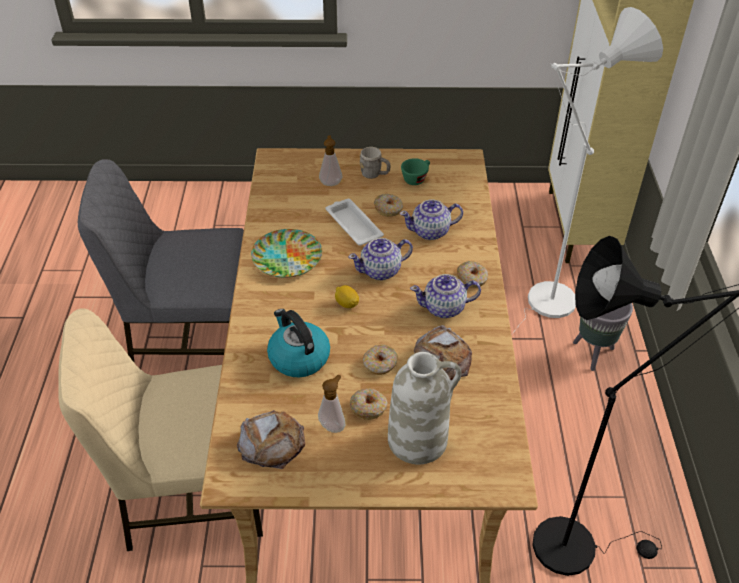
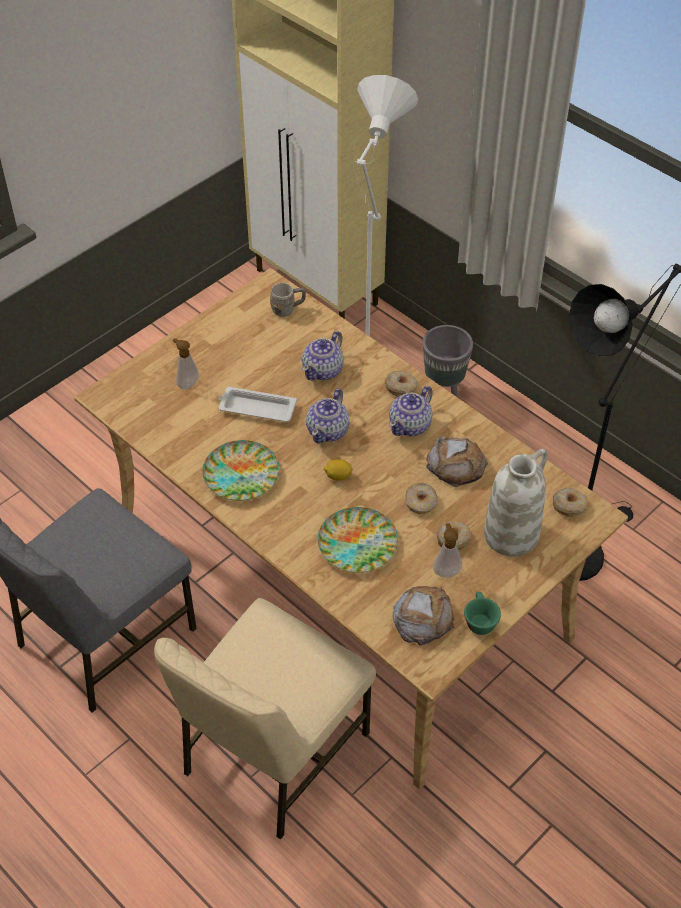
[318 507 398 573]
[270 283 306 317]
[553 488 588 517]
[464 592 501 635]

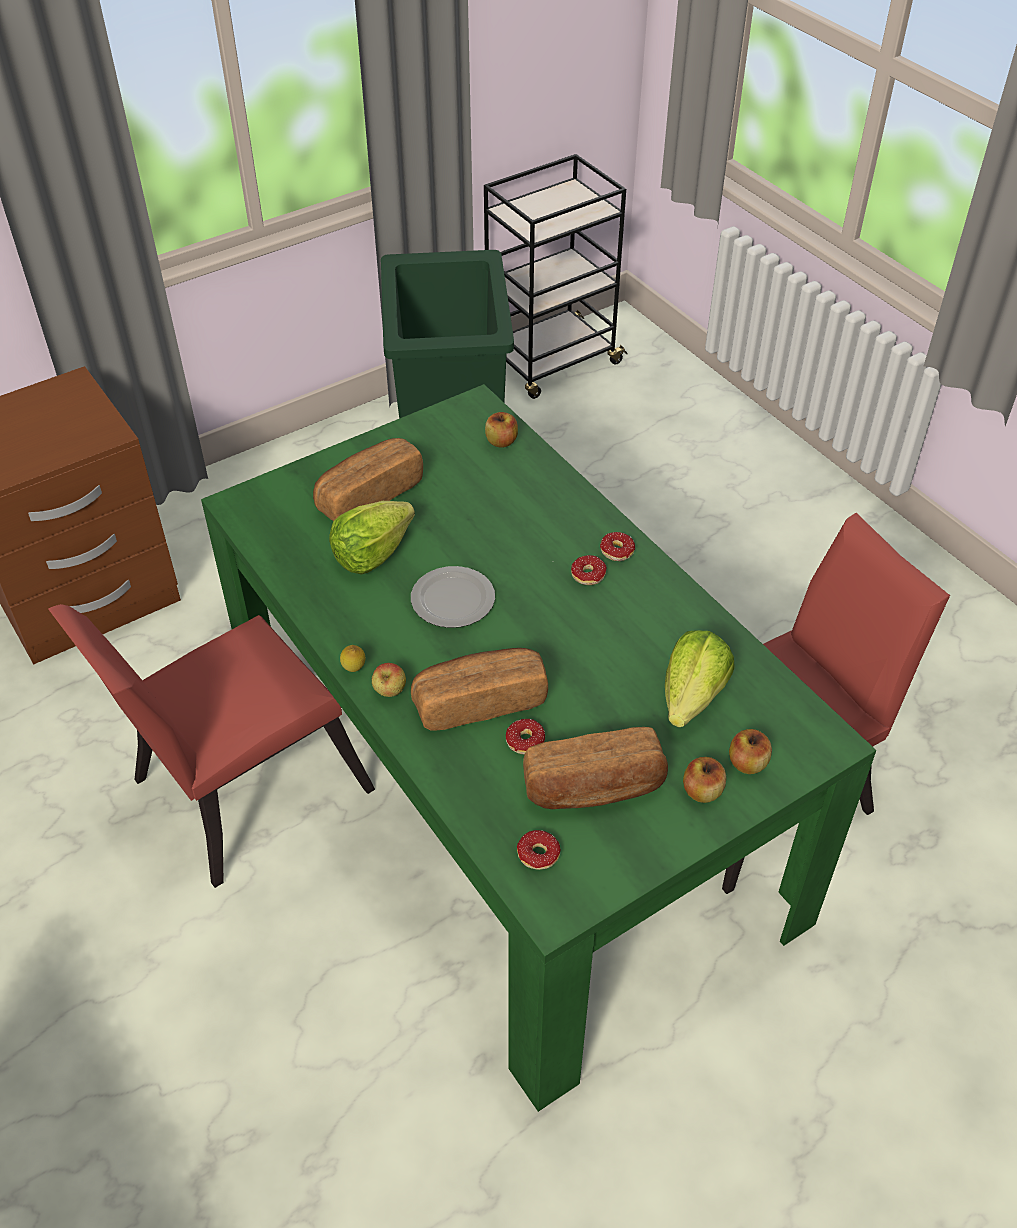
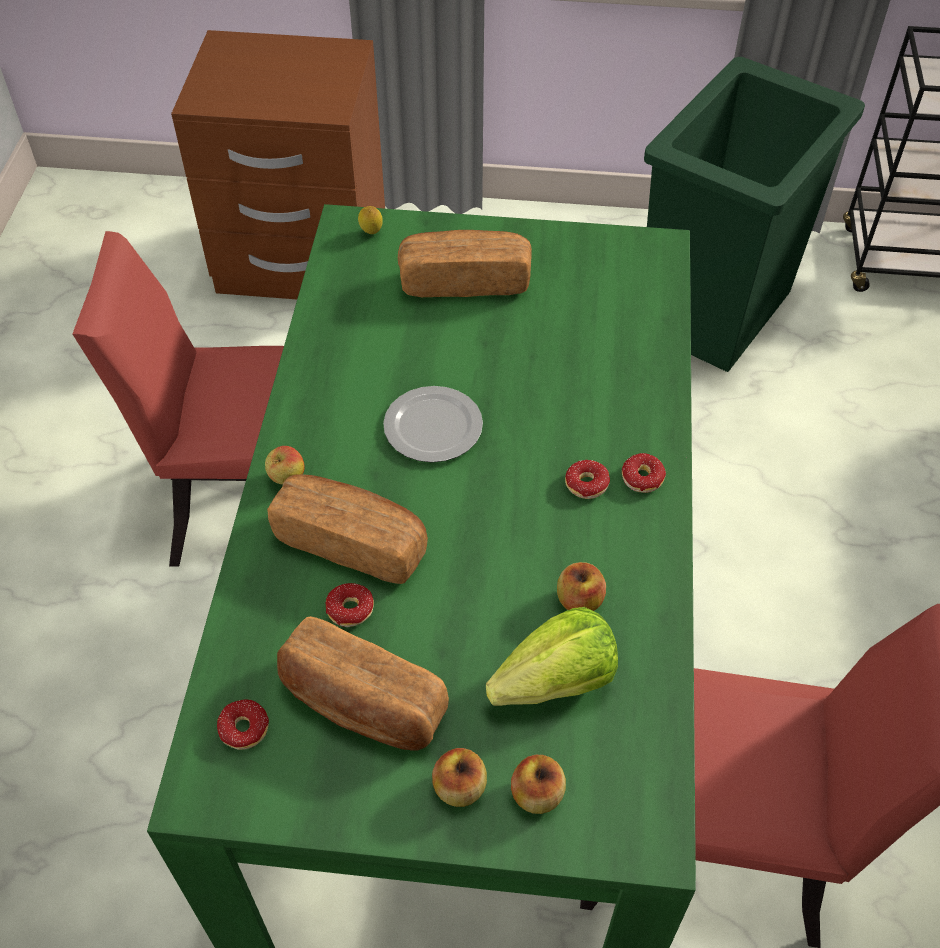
[329 501 415 575] (first image)
[358 206 383 234]
[557 562 606 611]

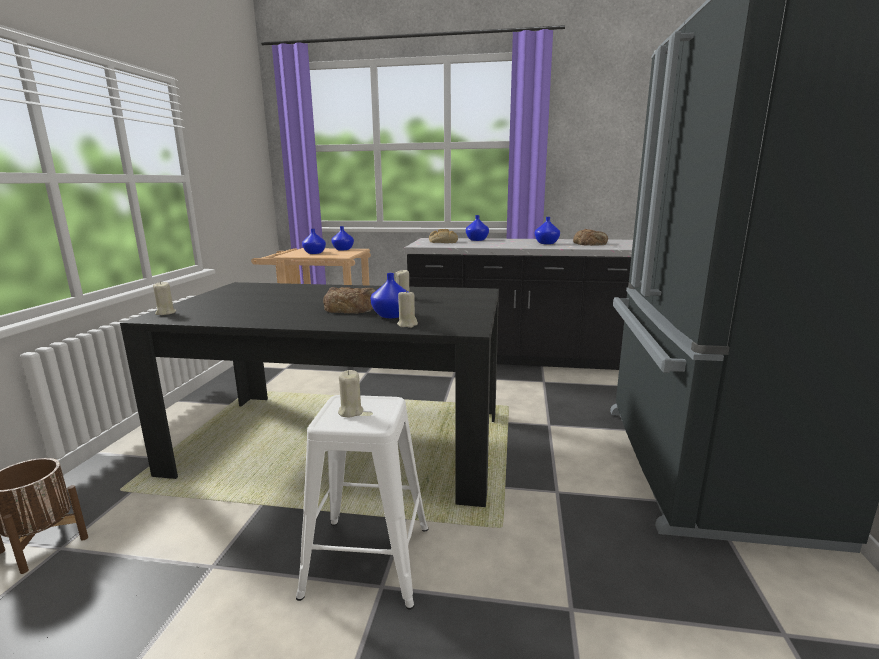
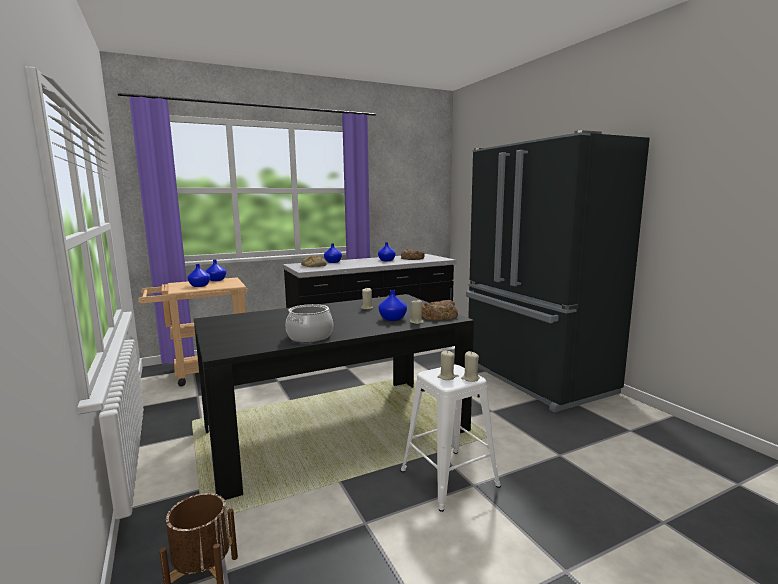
[461 351 480 382]
[422 300 458 321]
[286 304 333 342]

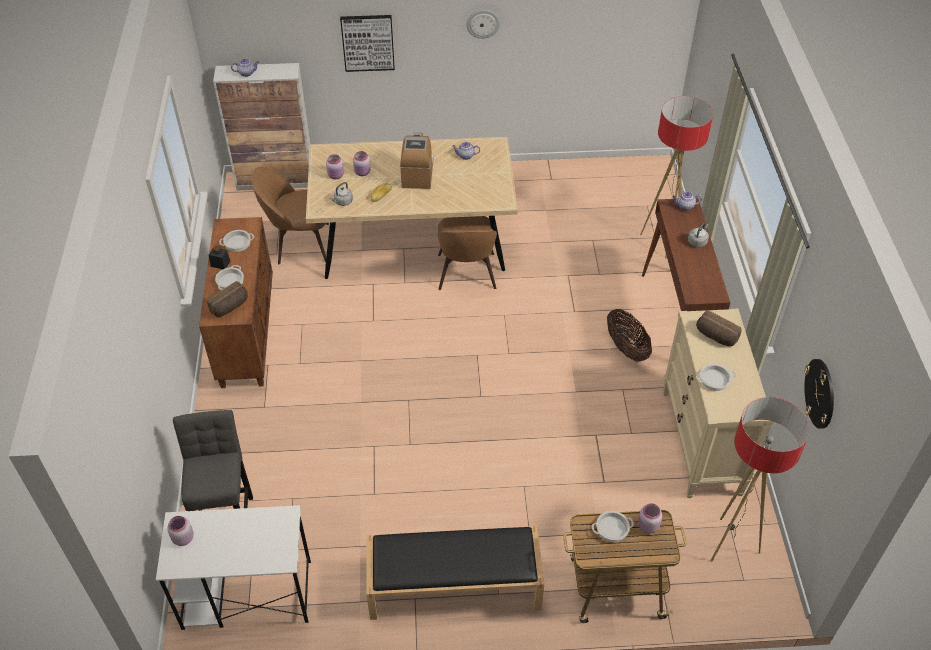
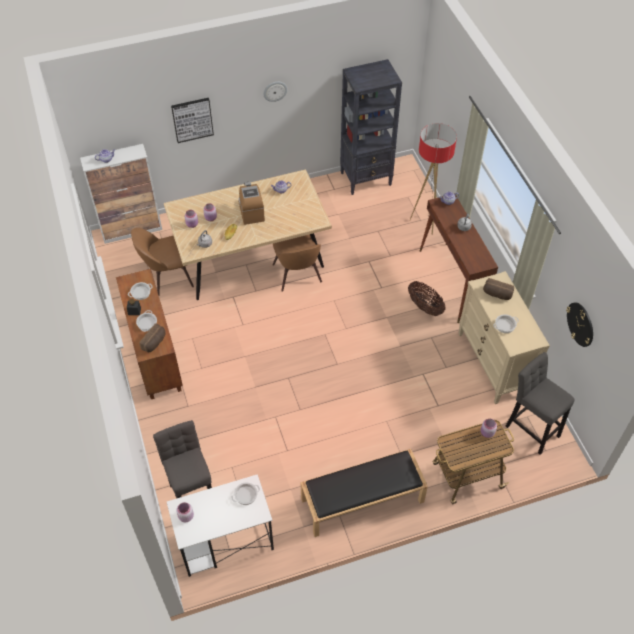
[231 482 260 505]
[506 352 574 455]
[340 59 402 195]

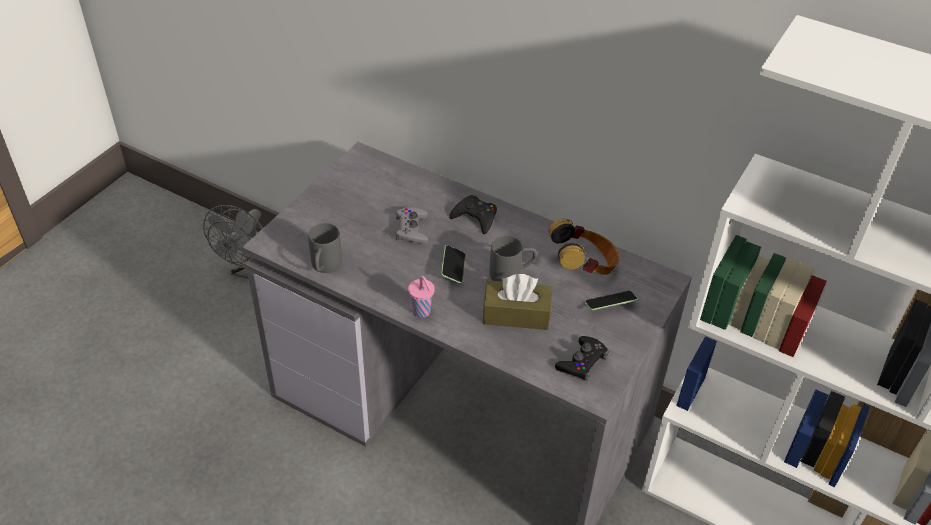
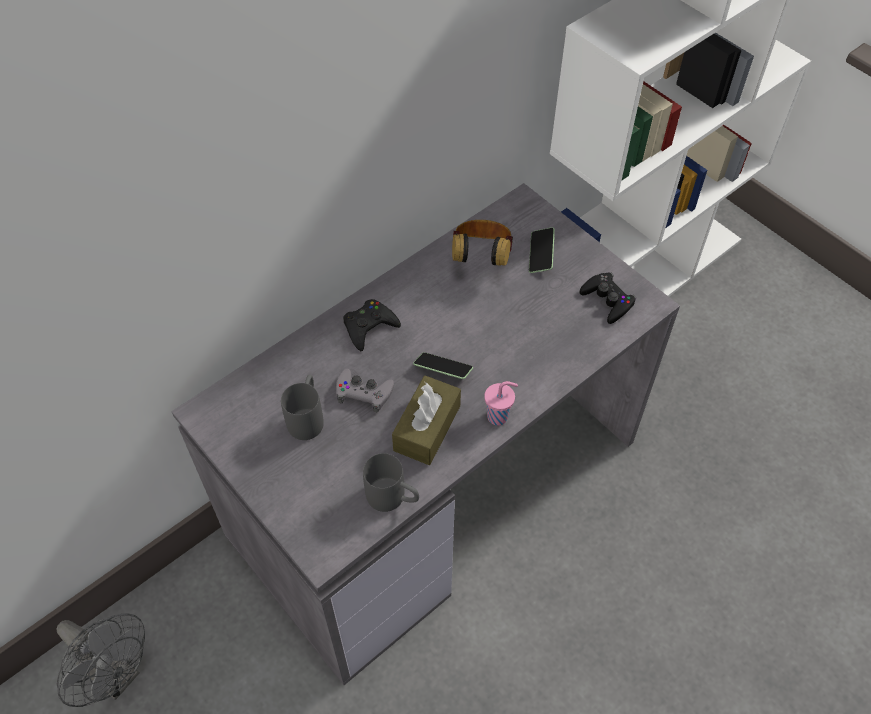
[392 376 461 465]
[281 375 324 440]

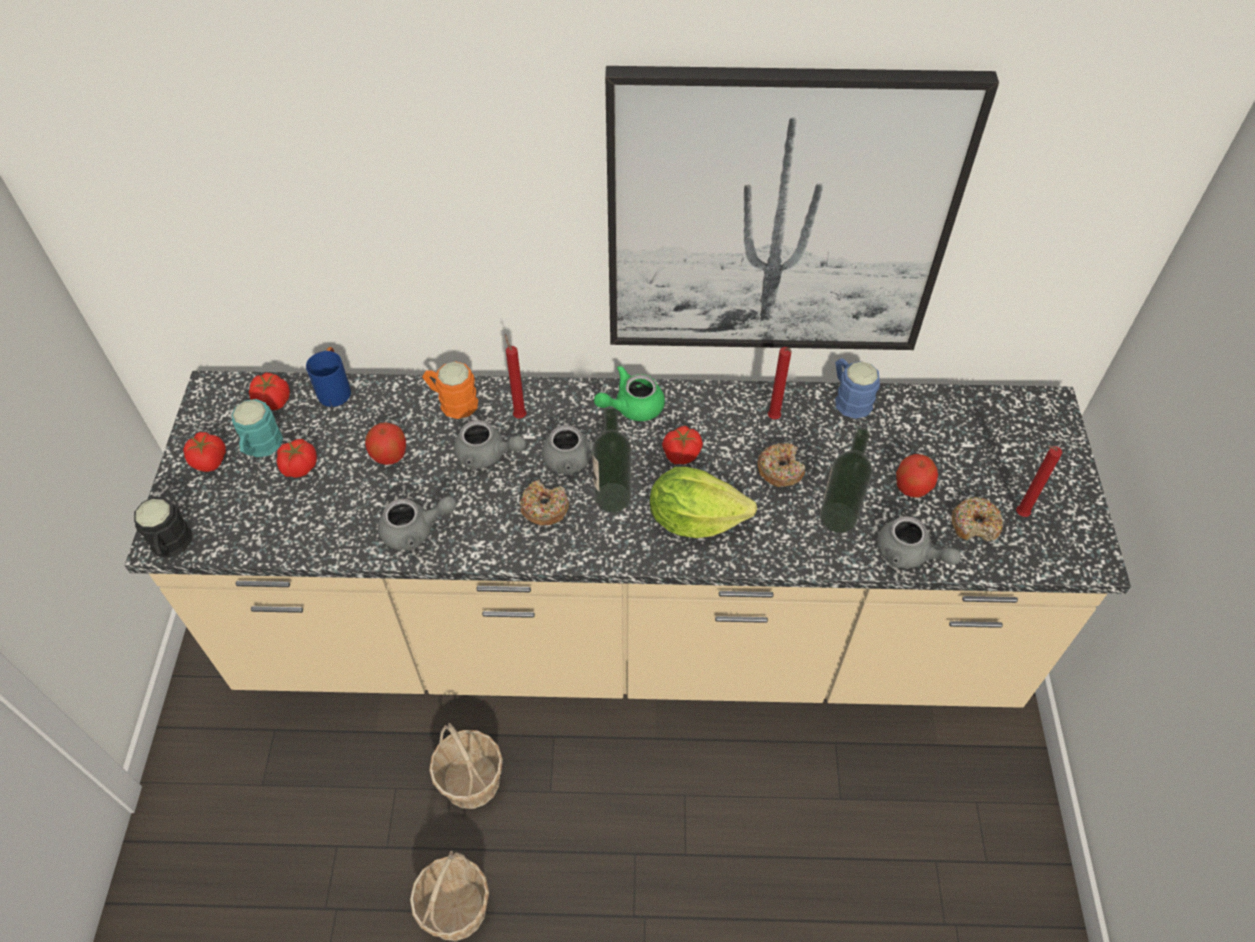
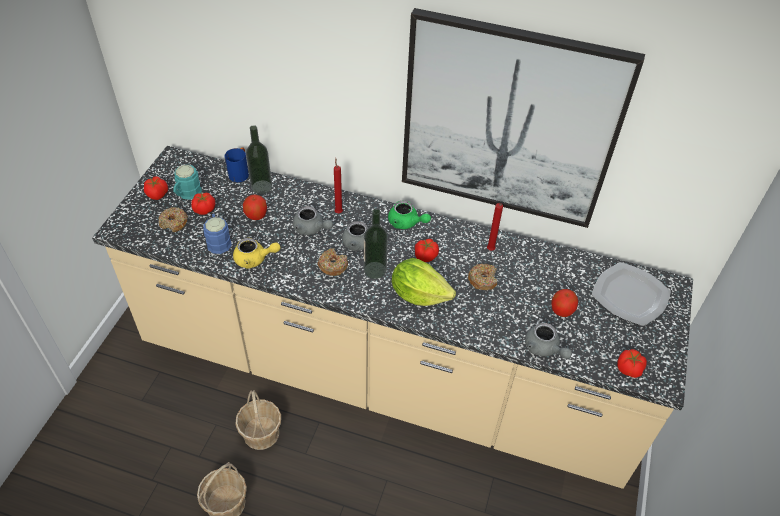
[134 497 192 557] (first image)
[617 349 647 378]
[233 238 280 269]
[422 361 478 419] (first image)
[388 201 431 229]
[246 125 272 194]
[203 214 232 254]
[158 207 188 232]
[1016 445 1062 517] (first image)
[592 262 671 326]

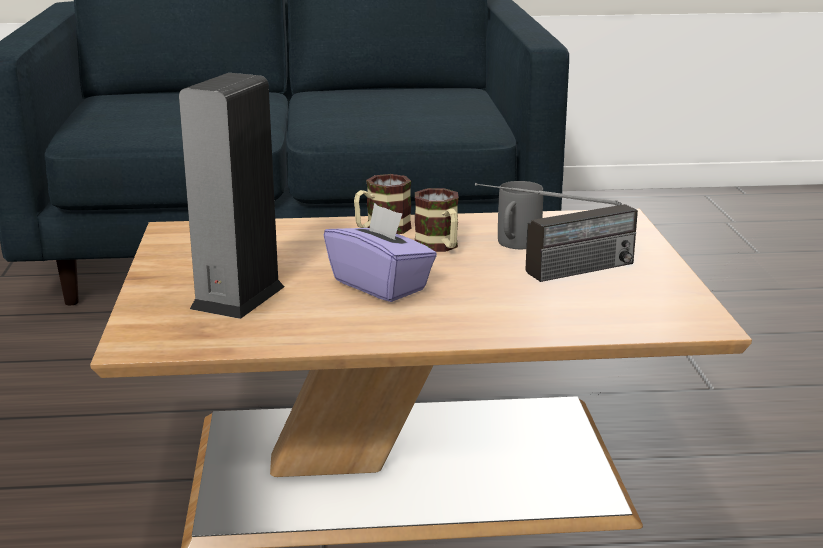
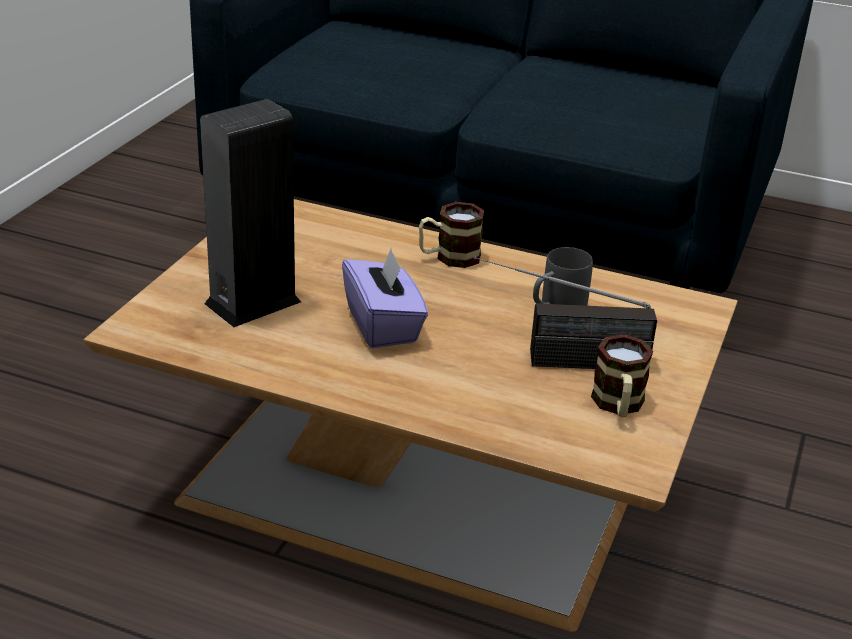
[591 334 653 417]

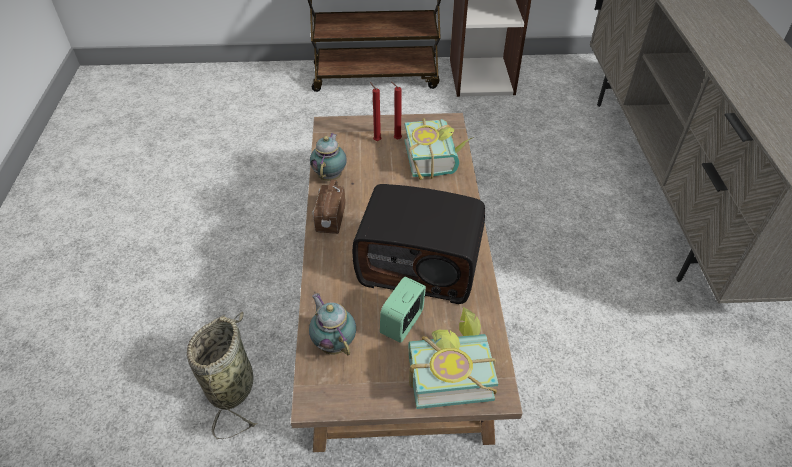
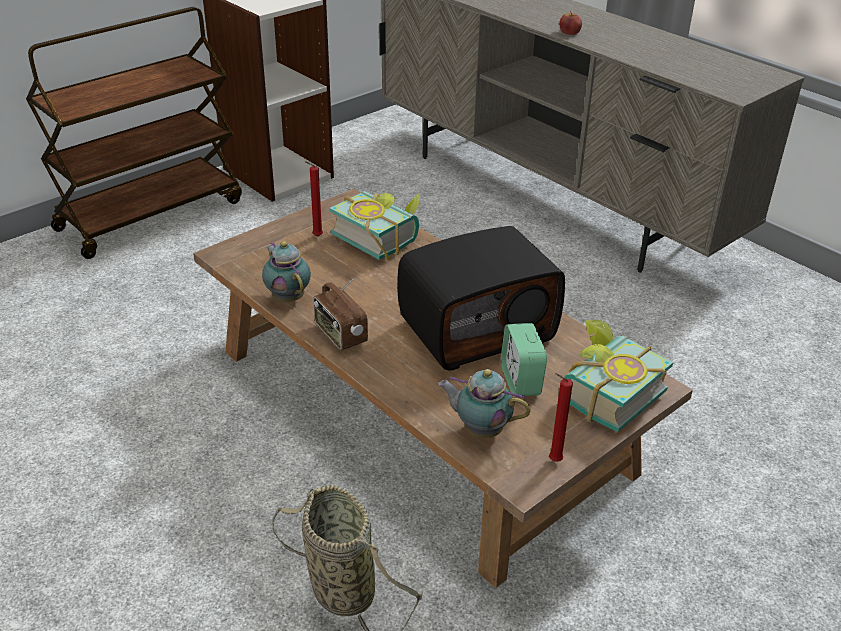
[549 373 573 462]
[559 11 582 35]

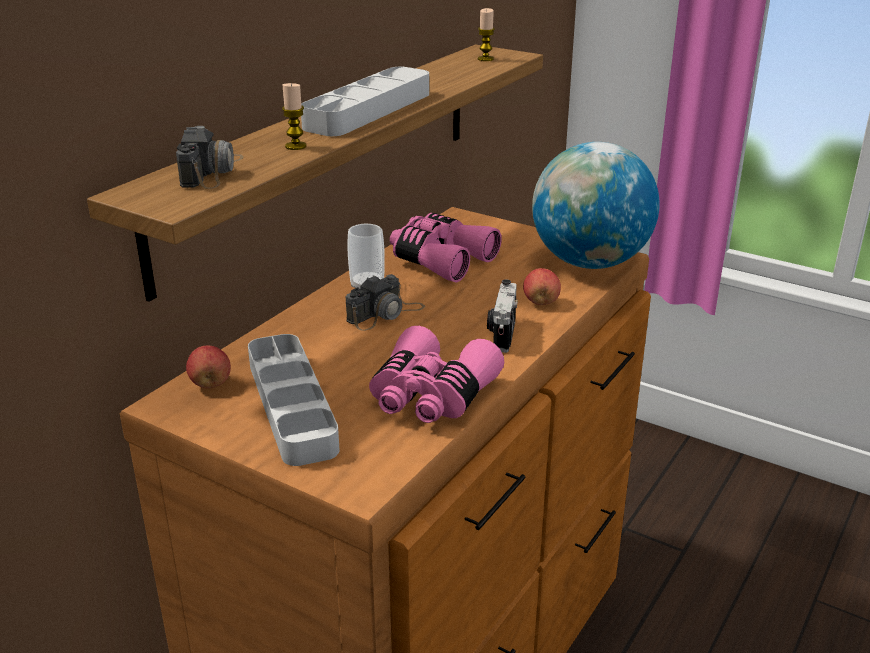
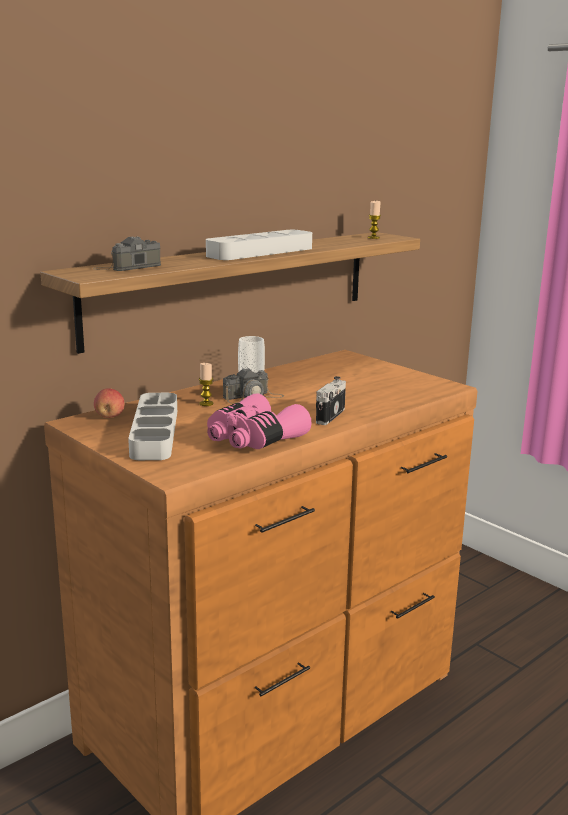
[93 236 161 271]
[199 363 214 406]
[390 213 502 283] (first image)
[523 268 561 305] (first image)
[532 142 660 269] (first image)

